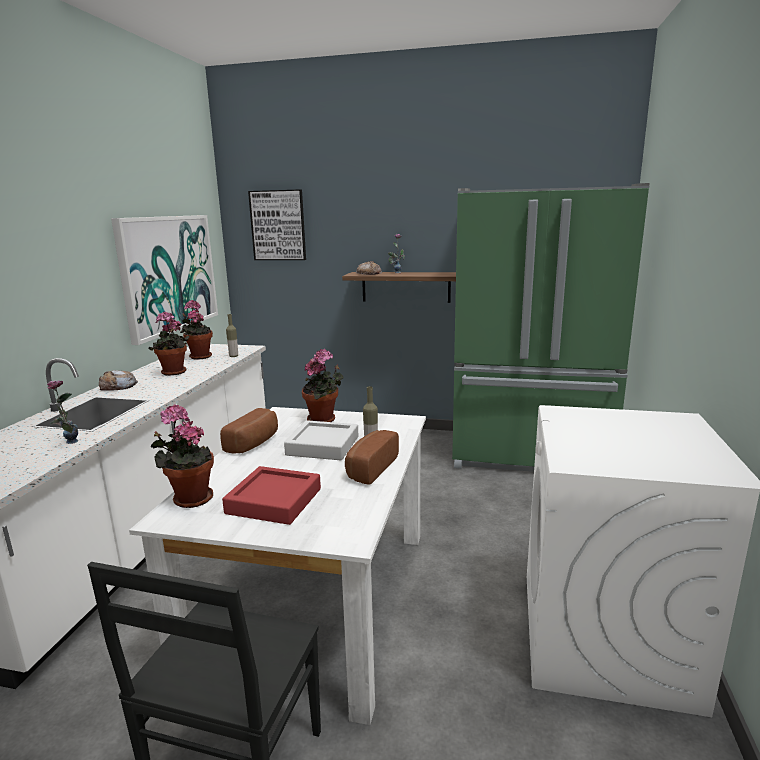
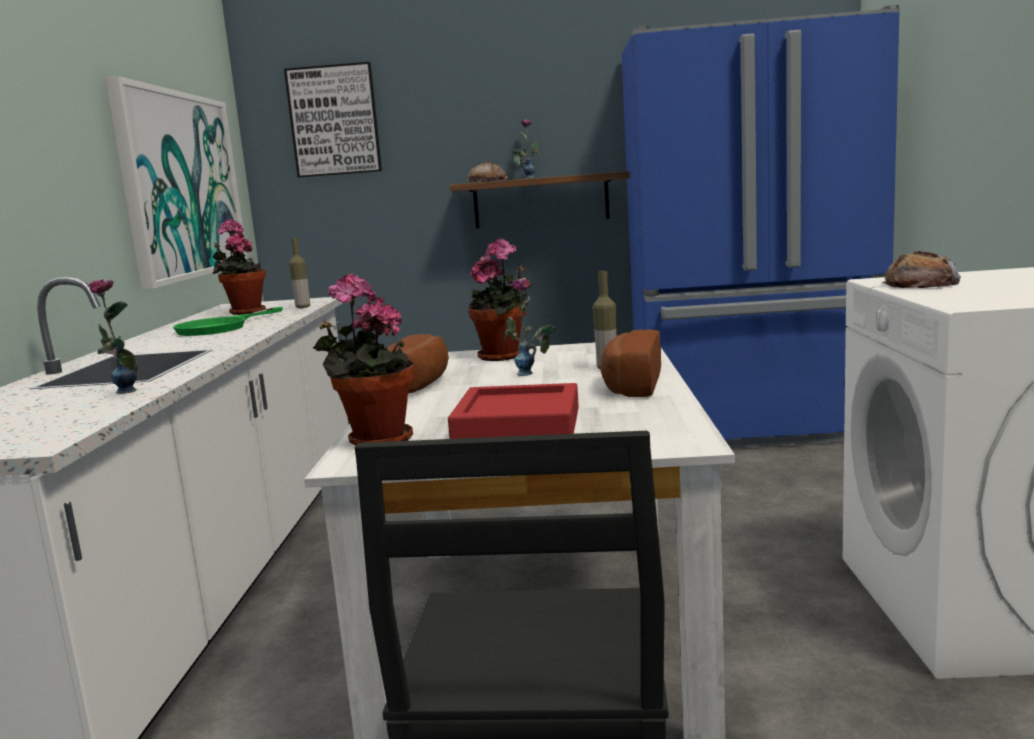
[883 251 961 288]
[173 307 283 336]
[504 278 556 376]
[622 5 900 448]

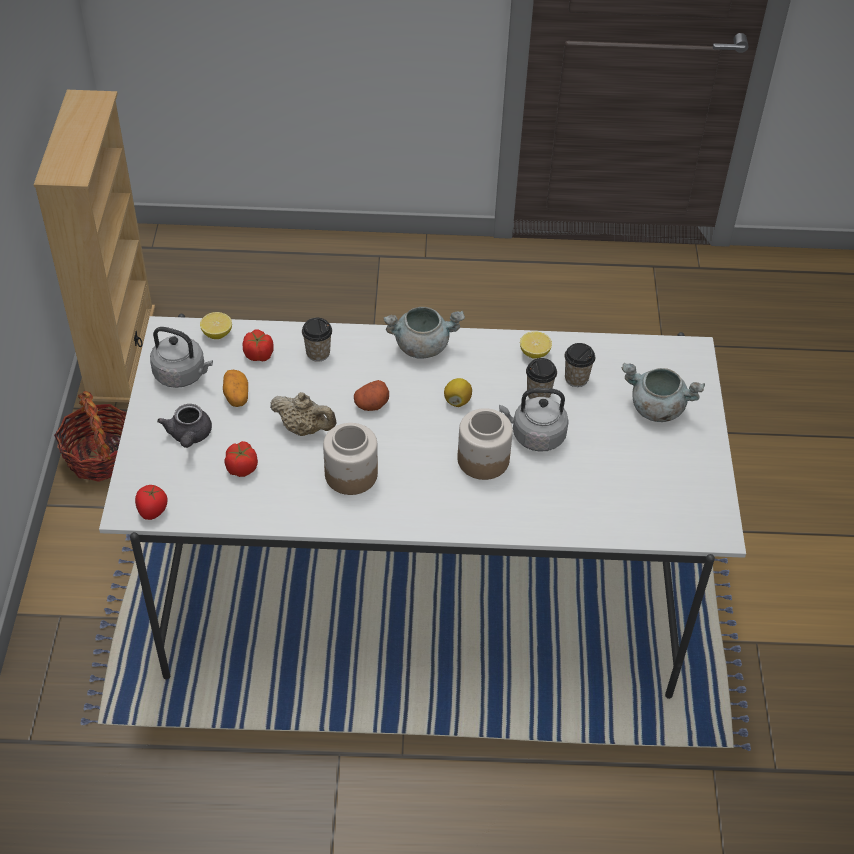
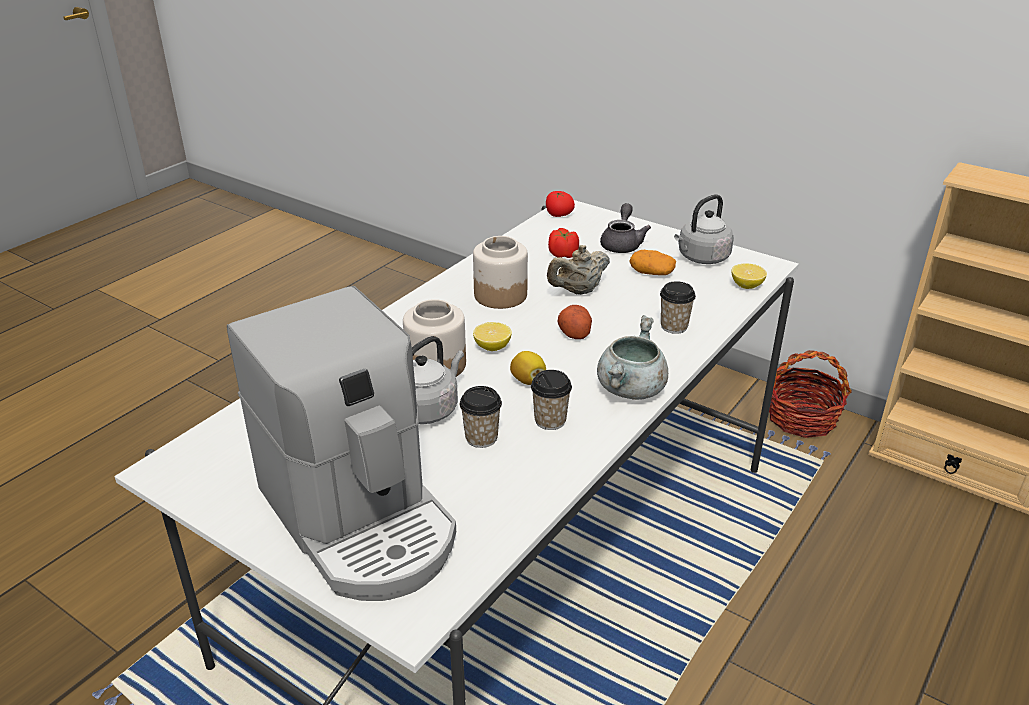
[600 203 651 253]
[243 330 274 361] (first image)
[473 322 512 351]
[531 370 572 430]
[227 286 456 601]

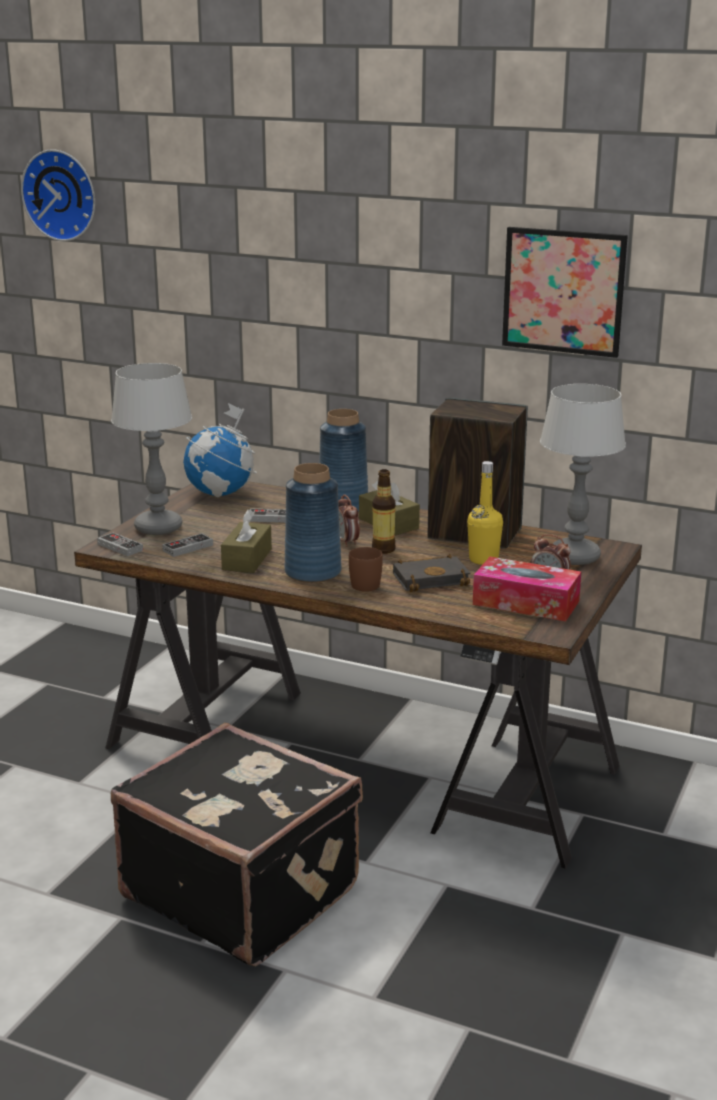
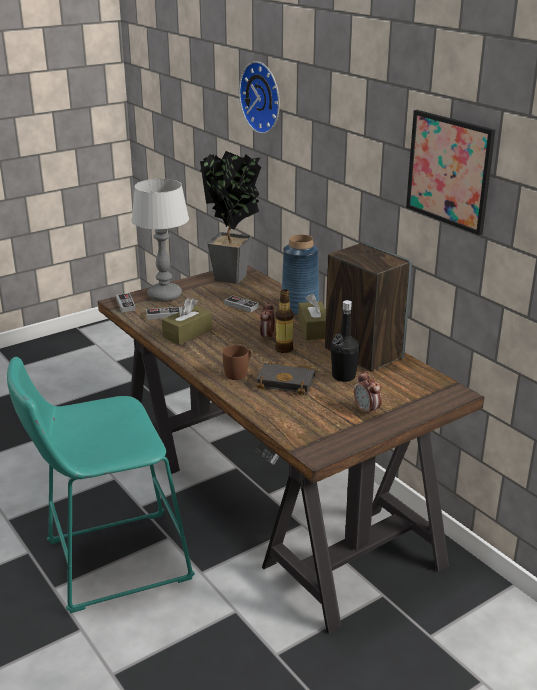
[239 61 280 134]
[7 357 195 613]
[200 151 261 284]
[285 463 342 583] (first image)
[331 300 360 382]
[473 557 581 621] (first image)
[540 384 626 565] (first image)

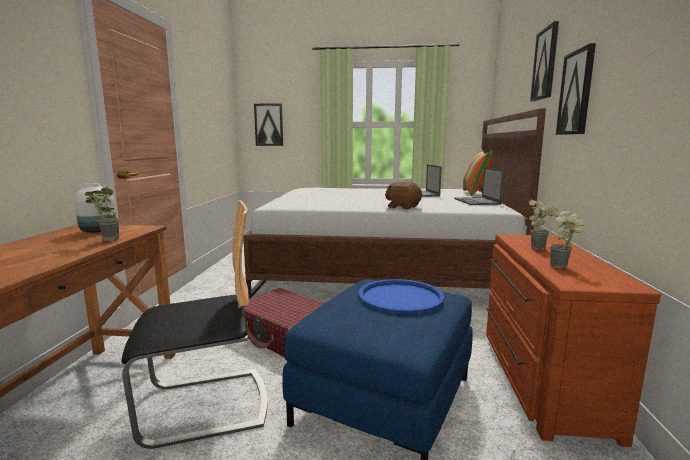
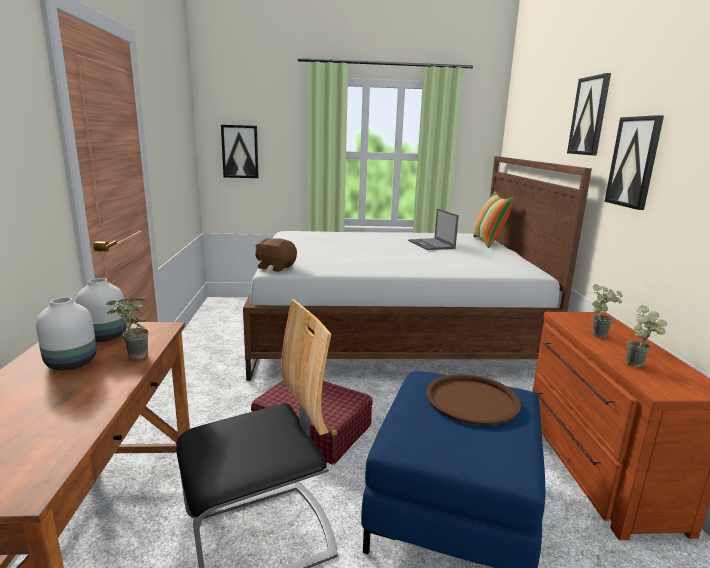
[426 374 521 426]
[255 238 297 272]
[454 167 504 205] (first image)
[36 297 96 370]

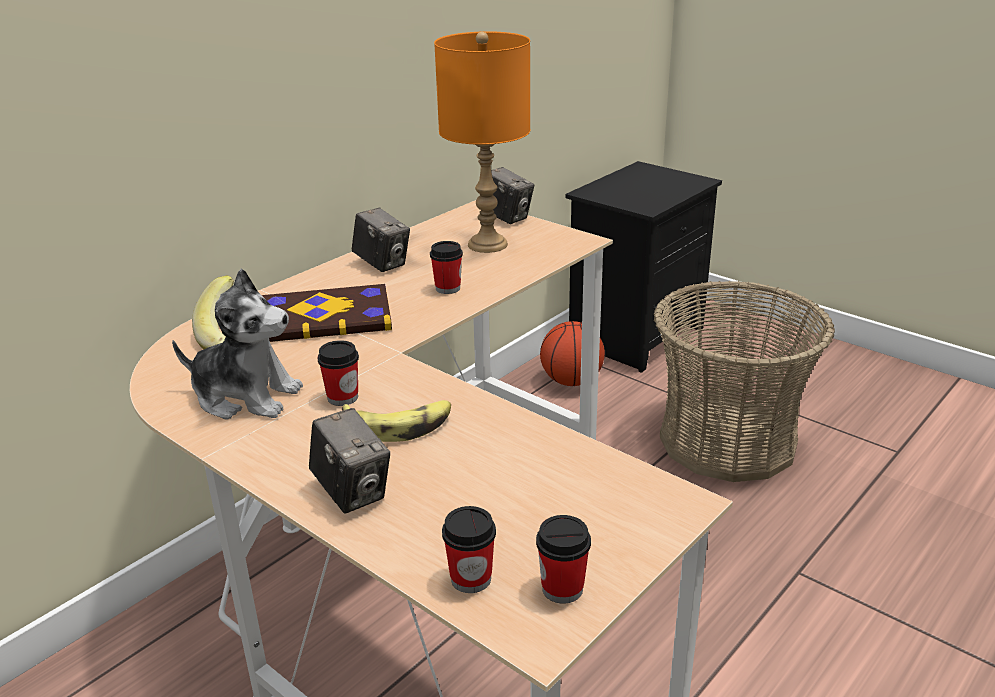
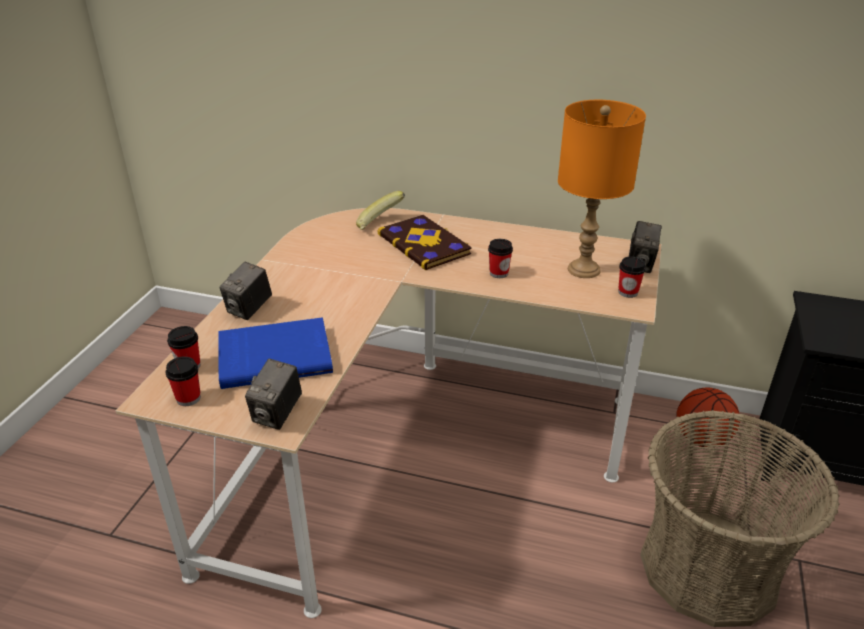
[172 268 303 420] (first image)
[618 256 646 298]
[342 400 451 442] (first image)
[245 359 302 430]
[218 317 333 389]

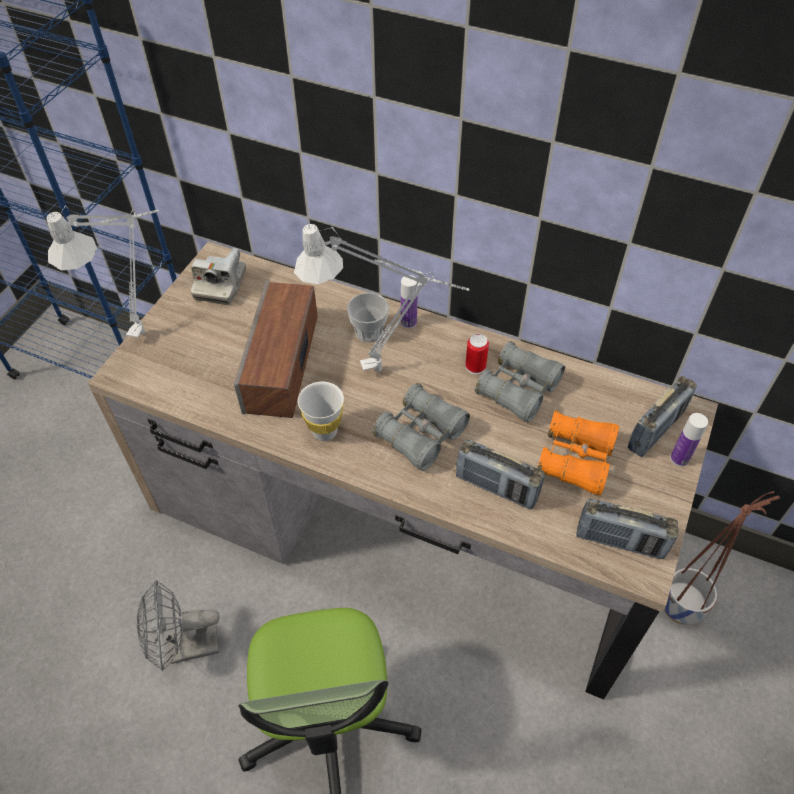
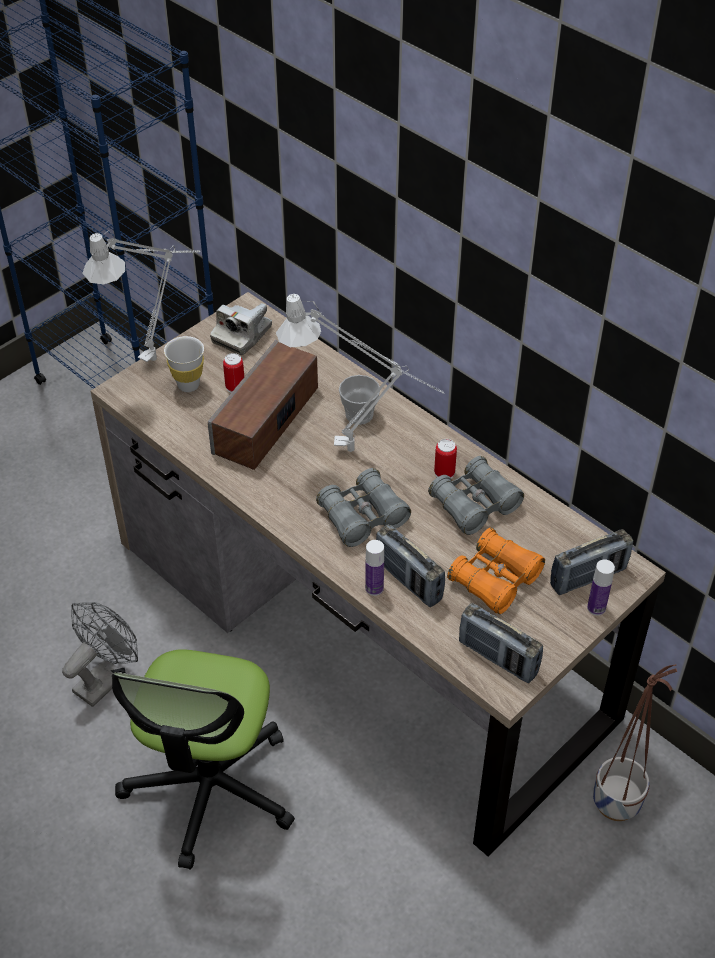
[62 602 138 707]
[164 336 204 392]
[365 540 384 596]
[223 353 244 393]

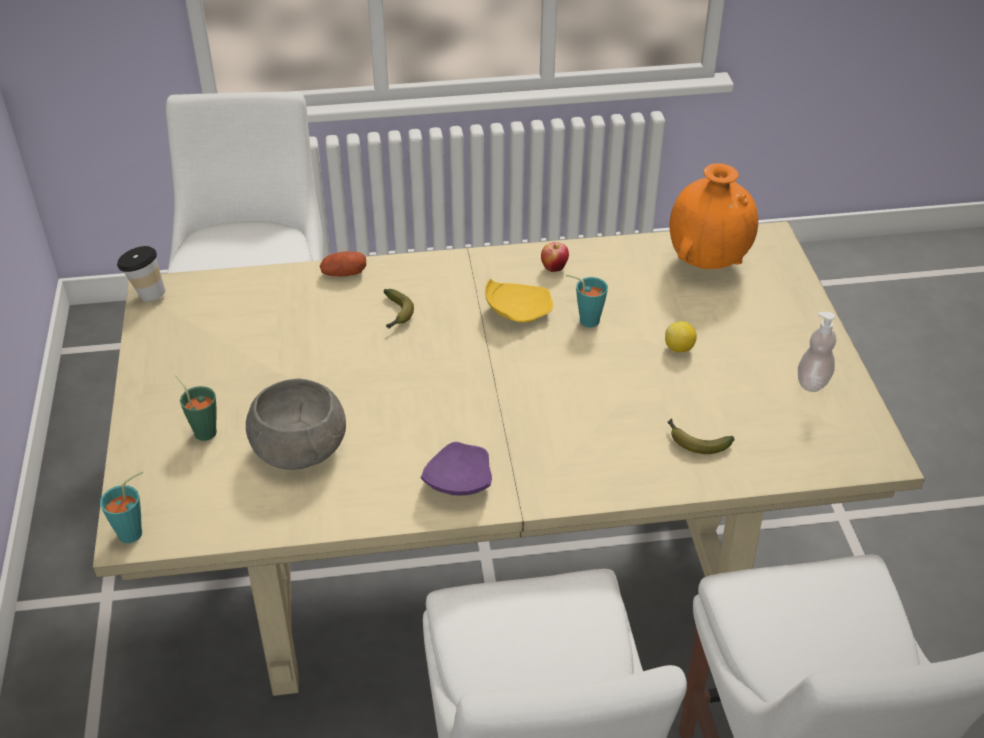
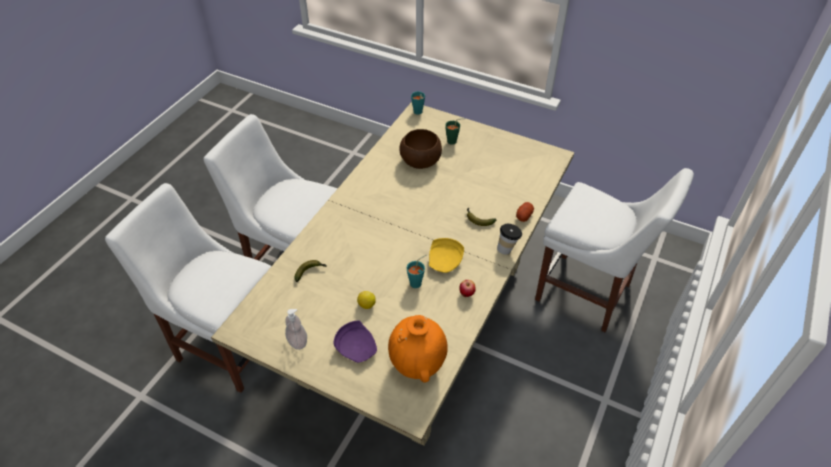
[497 224 522 255]
[399 129 442 169]
[334 320 377 363]

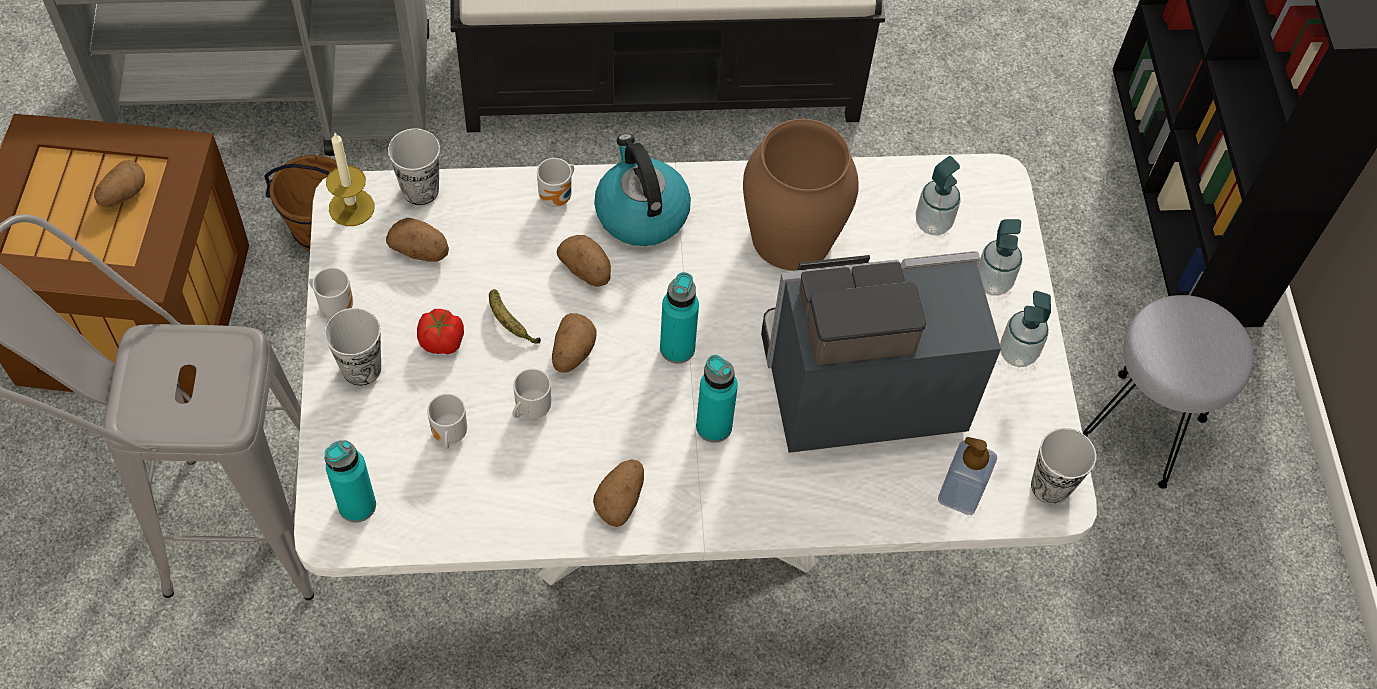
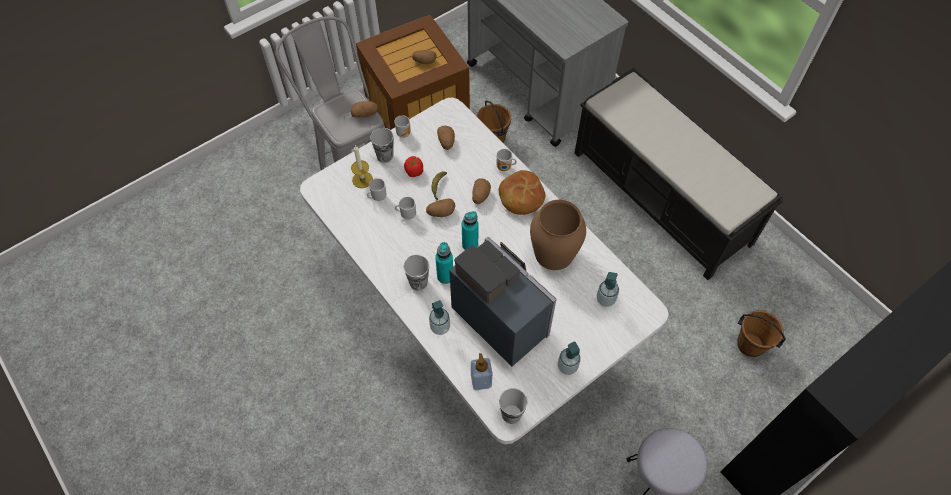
[325 440 376 522] (first image)
[351 145 373 188]
[404 255 429 290]
[351 101 378 118]
[499 170 545 215]
[429 300 450 335]
[737 310 786 357]

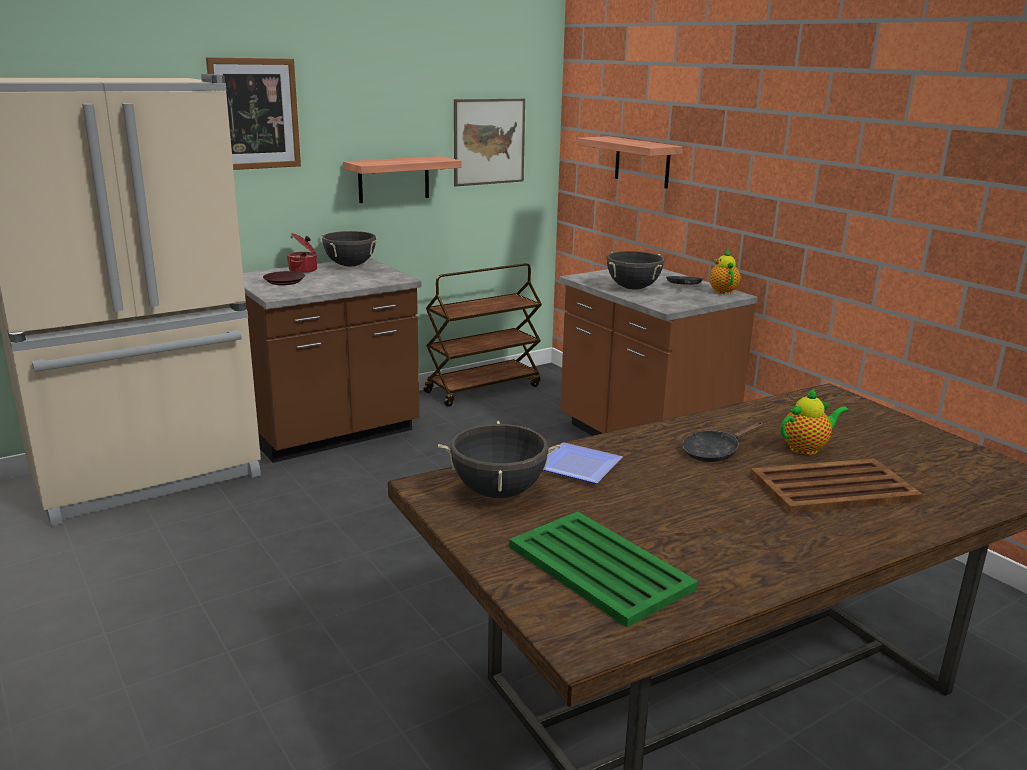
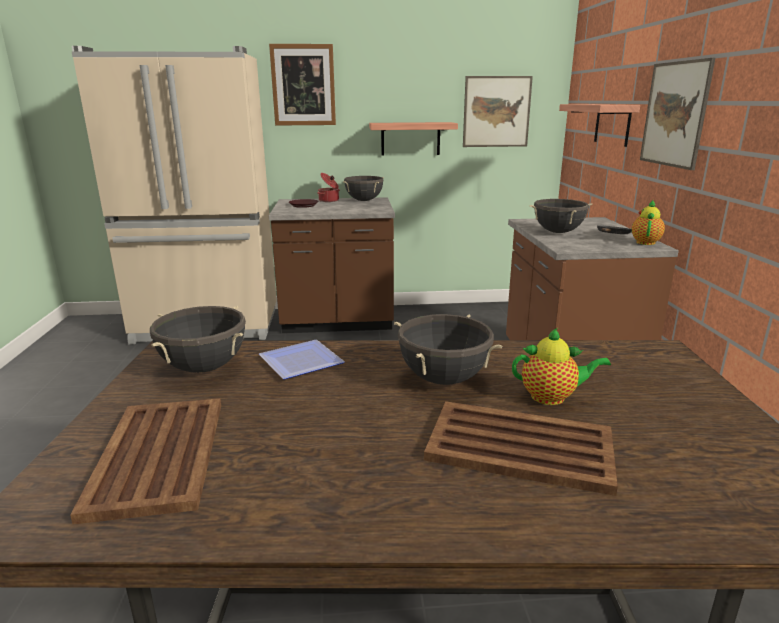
[424 263 542 407] (first image)
[70 398 221 524]
[394 314 503 385]
[640 58 715 170]

